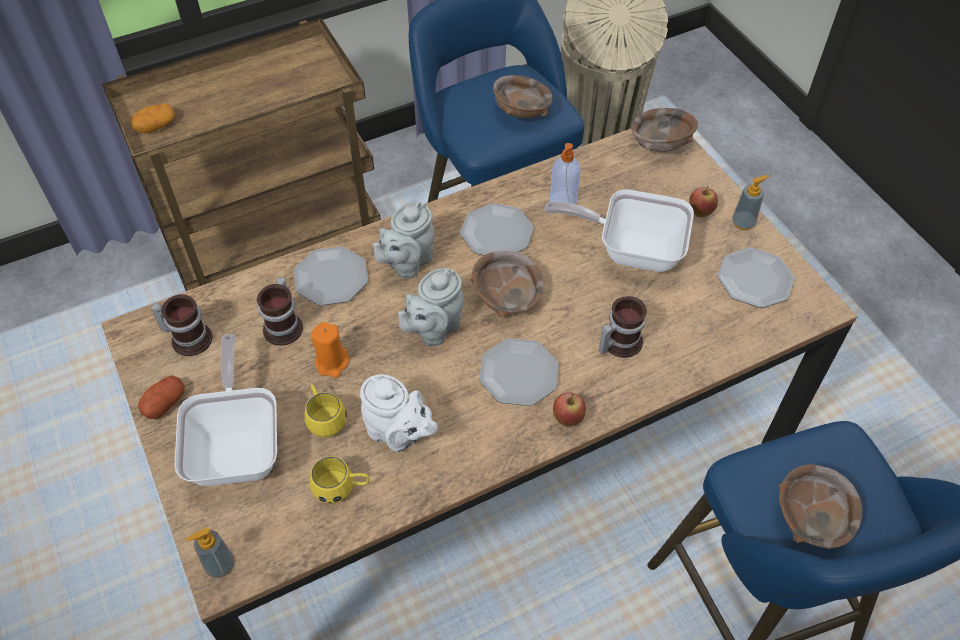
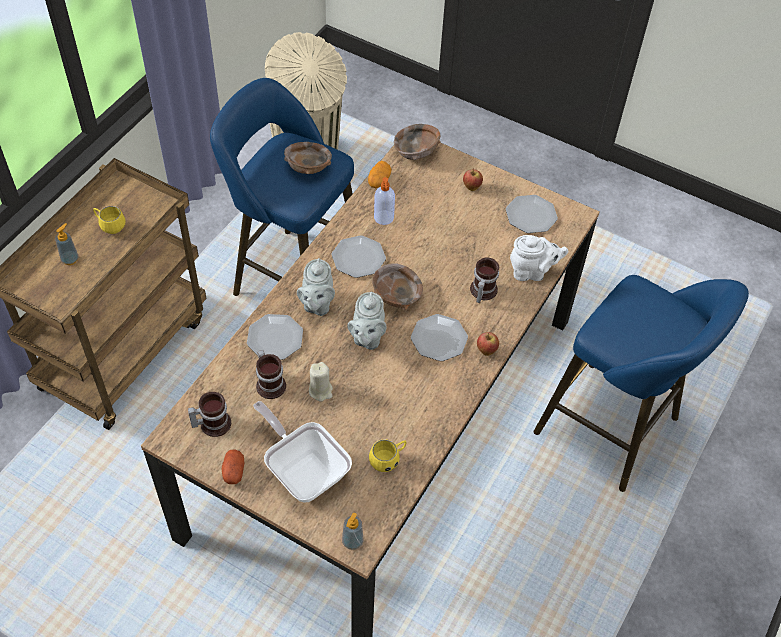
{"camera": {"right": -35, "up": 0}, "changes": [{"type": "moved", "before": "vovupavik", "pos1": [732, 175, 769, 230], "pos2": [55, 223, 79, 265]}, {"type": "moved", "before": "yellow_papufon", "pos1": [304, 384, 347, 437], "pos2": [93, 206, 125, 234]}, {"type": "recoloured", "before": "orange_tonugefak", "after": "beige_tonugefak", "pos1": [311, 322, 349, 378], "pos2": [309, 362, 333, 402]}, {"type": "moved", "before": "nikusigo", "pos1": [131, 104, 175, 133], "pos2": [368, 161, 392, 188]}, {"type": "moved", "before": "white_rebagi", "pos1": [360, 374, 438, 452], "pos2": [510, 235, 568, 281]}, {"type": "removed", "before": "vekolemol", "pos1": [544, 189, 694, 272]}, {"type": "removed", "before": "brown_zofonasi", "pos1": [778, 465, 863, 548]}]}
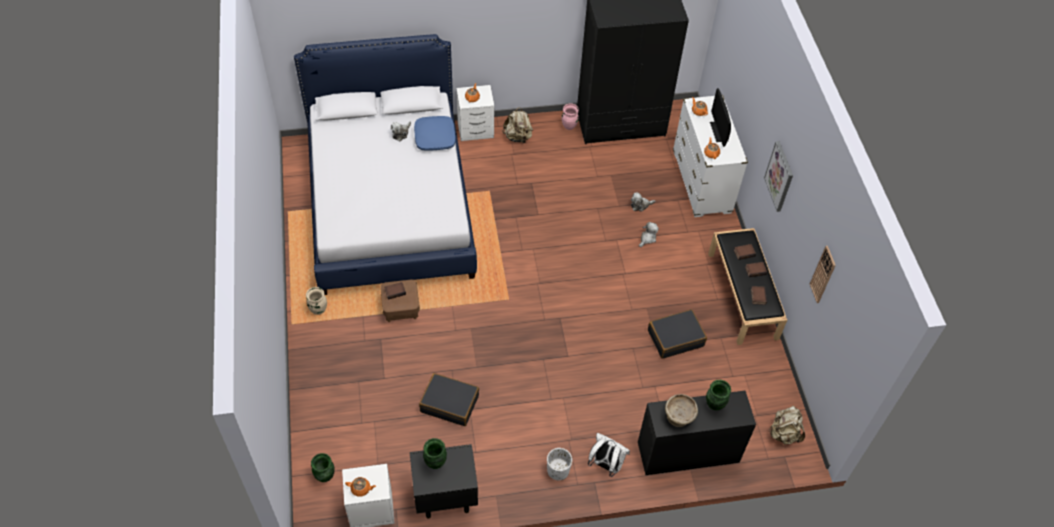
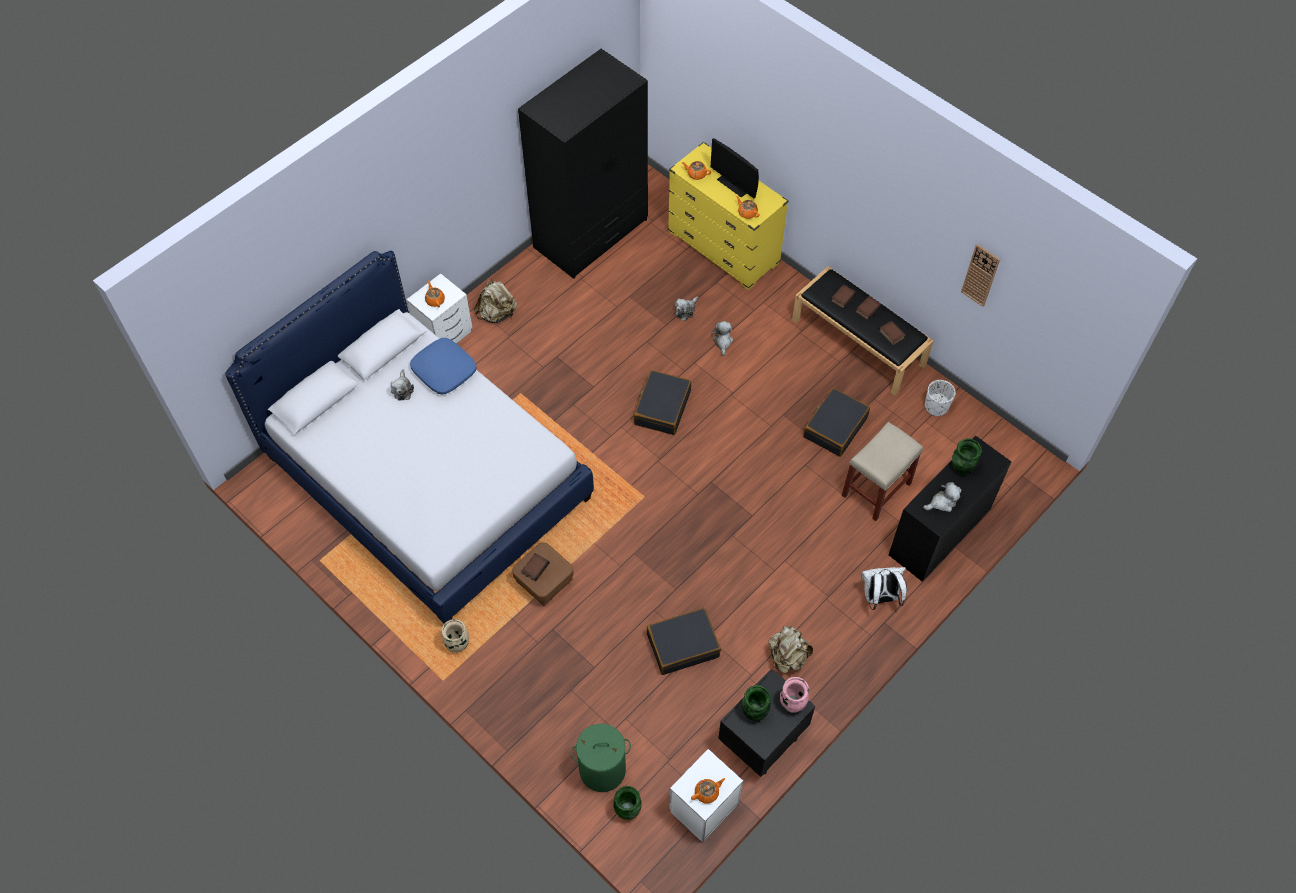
{"camera": {"right": -35, "up": 5}, "changes": [{"type": "added", "after": "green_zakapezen", "pos2": [570, 724, 631, 792]}, {"type": "added", "after": "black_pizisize", "pos2": [634, 370, 691, 435]}, {"type": "recoloured", "before": "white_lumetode", "after": "yellow_lumetode", "pos1": [673, 95, 748, 217], "pos2": [668, 142, 789, 290]}, {"type": "moved", "before": "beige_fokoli", "pos1": [769, 406, 805, 445], "pos2": [768, 626, 813, 673]}, {"type": "moved", "before": "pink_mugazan", "pos1": [561, 103, 579, 130], "pos2": [780, 677, 809, 713]}, {"type": "added", "after": "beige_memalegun", "pos2": [842, 422, 923, 521]}, {"type": "replaced", "before": "beige_zofonasi", "after": "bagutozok", "pos1": [665, 394, 698, 427], "pos2": [923, 482, 961, 512]}, {"type": "moved", "before": "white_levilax", "pos1": [547, 448, 572, 480], "pos2": [925, 380, 956, 416]}, {"type": "removed", "before": "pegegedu", "pos1": [764, 141, 793, 212]}]}
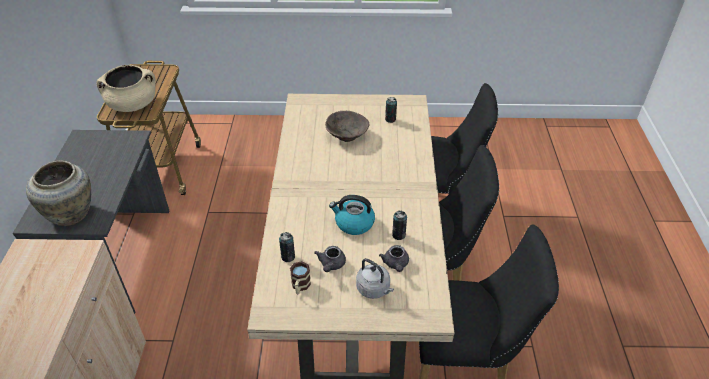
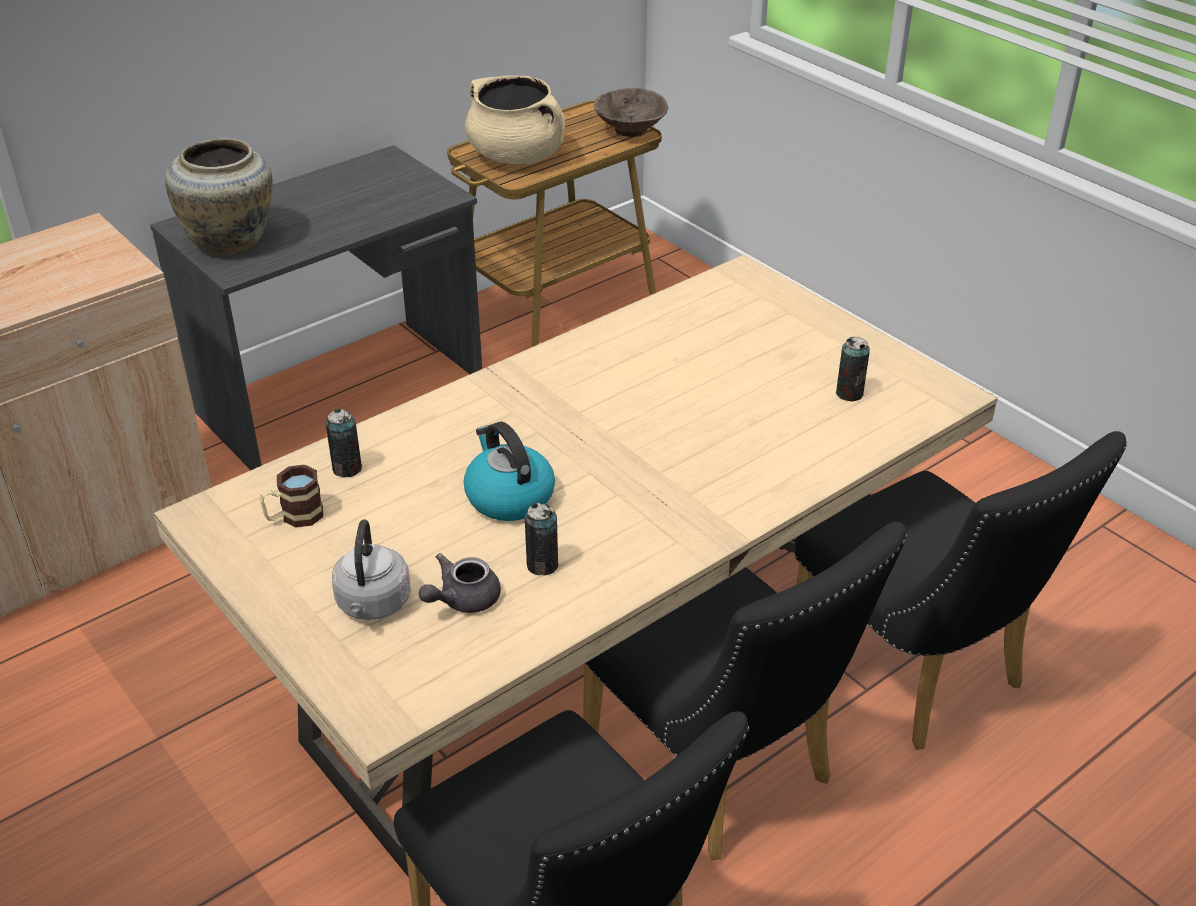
{"camera": {"right": 50, "up": -5}, "changes": [{"type": "moved", "before": "brown_zofonasi", "pos1": [325, 111, 369, 142], "pos2": [594, 88, 668, 137]}, {"type": "removed", "before": "grey_rebagi", "pos1": [314, 246, 346, 272]}]}
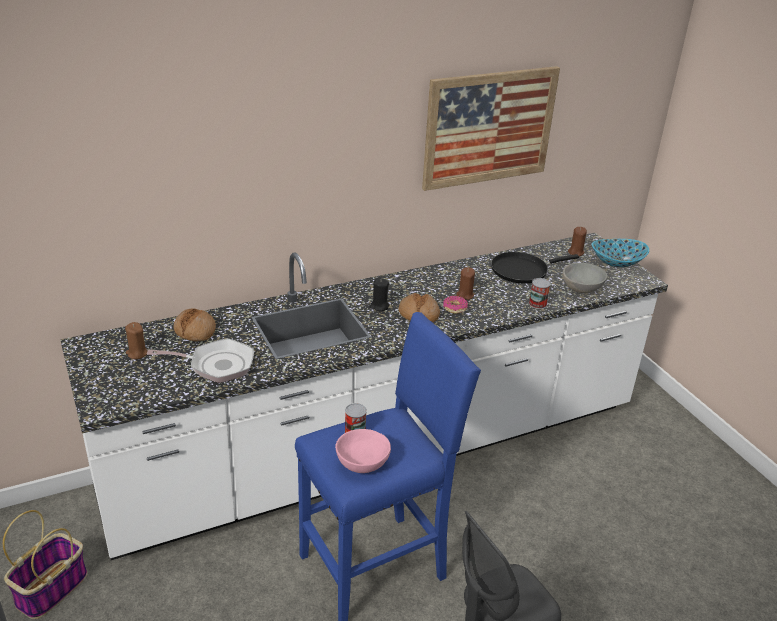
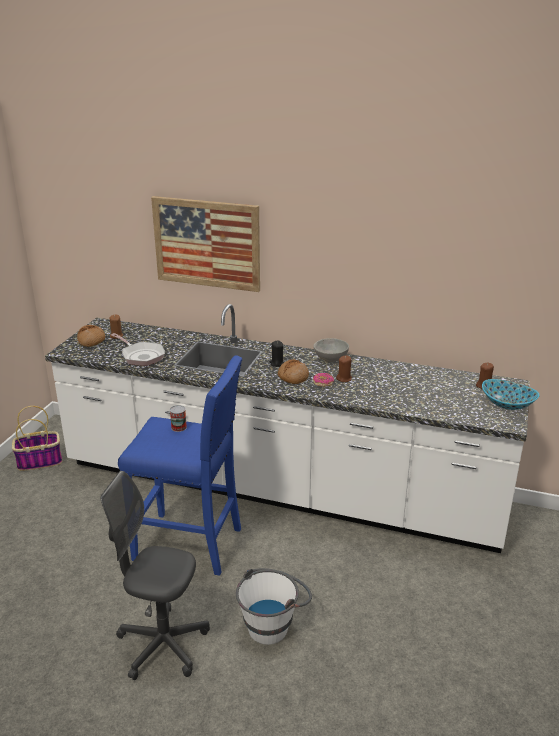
{"camera": {"right": 45, "up": -5}, "changes": [{"type": "moved", "before": "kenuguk", "pos1": [174, 308, 216, 341], "pos2": [77, 325, 105, 347]}, {"type": "moved", "before": "pegegedu", "pos1": [422, 66, 560, 191], "pos2": [151, 196, 260, 292]}, {"type": "added", "after": "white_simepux", "pos2": [236, 568, 312, 645]}, {"type": "moved", "before": "grey_zofonasi", "pos1": [562, 263, 607, 293], "pos2": [313, 338, 349, 362]}, {"type": "removed", "before": "pink_zofonasi", "pos1": [335, 429, 391, 473]}, {"type": "removed", "before": "black_vekolemol", "pos1": [491, 252, 579, 284]}, {"type": "removed", "before": "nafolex", "pos1": [529, 278, 551, 309]}]}
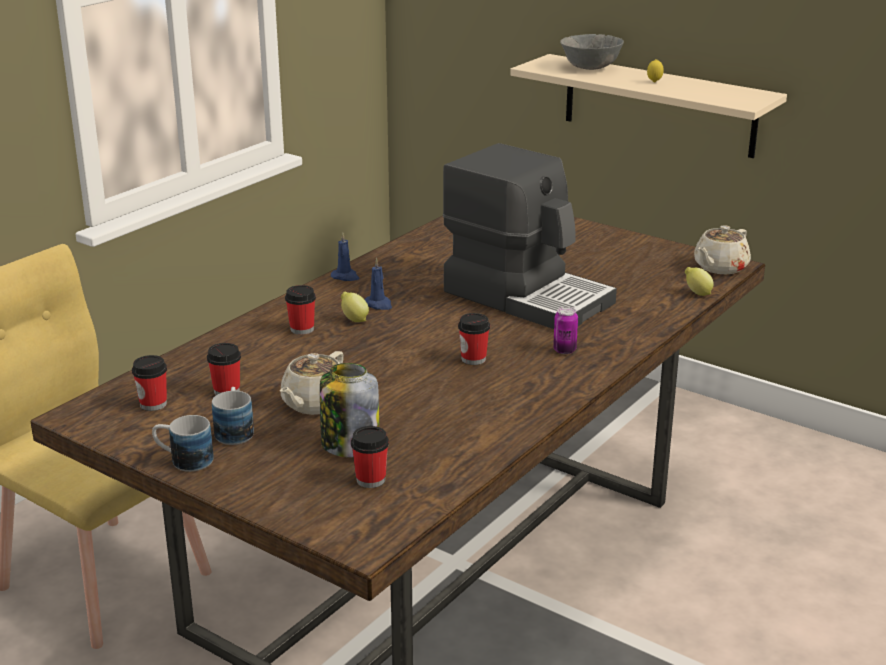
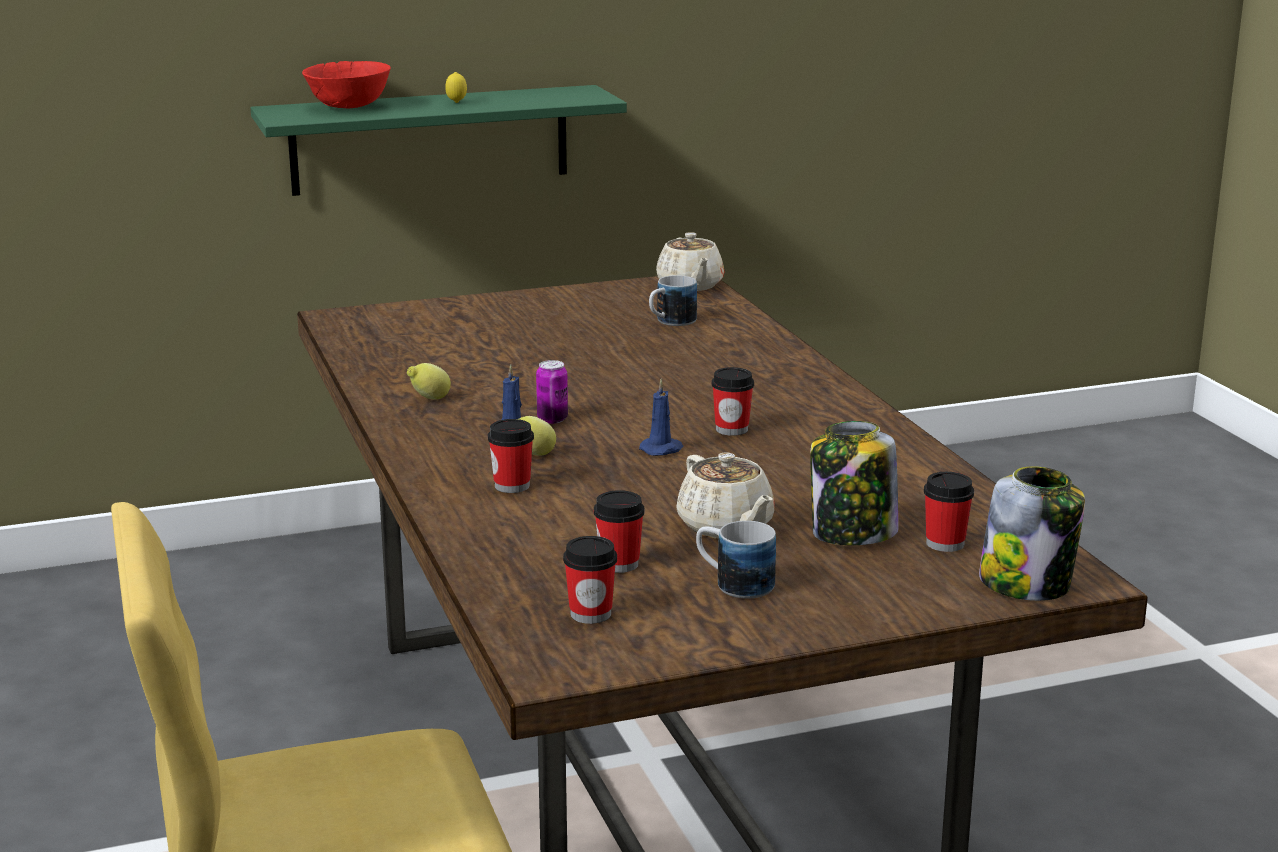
{"camera": {"right": -55, "up": -5}, "changes": [{"type": "recoloured", "before": "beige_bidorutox", "after": "green_bidorutox", "pos1": [510, 54, 787, 158], "pos2": [251, 85, 627, 196]}, {"type": "recoloured", "before": "grey_zofonasi", "after": "red_zofonasi", "pos1": [560, 34, 624, 70], "pos2": [302, 61, 391, 108]}, {"type": "moved", "before": "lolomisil", "pos1": [685, 267, 714, 296], "pos2": [407, 363, 451, 399]}, {"type": "moved", "before": "nafolex", "pos1": [553, 307, 578, 354], "pos2": [536, 360, 568, 424]}, {"type": "moved", "before": "blue_tonugefak", "pos1": [331, 232, 359, 281], "pos2": [639, 379, 683, 456]}, {"type": "moved", "before": "papufon", "pos1": [152, 415, 214, 472], "pos2": [649, 275, 697, 326]}, {"type": "added", "after": "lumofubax", "pos2": [979, 466, 1085, 601]}, {"type": "removed", "before": "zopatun", "pos1": [443, 143, 617, 329]}]}
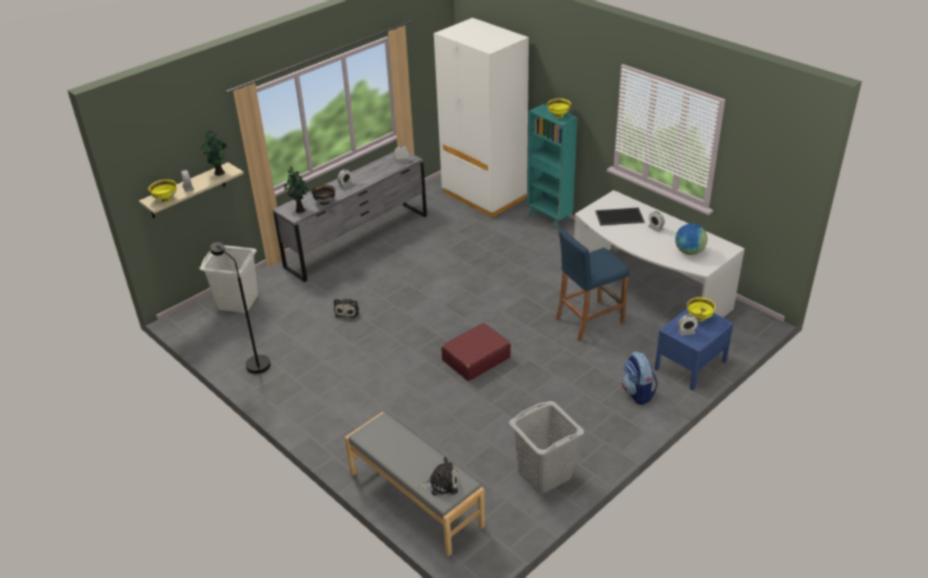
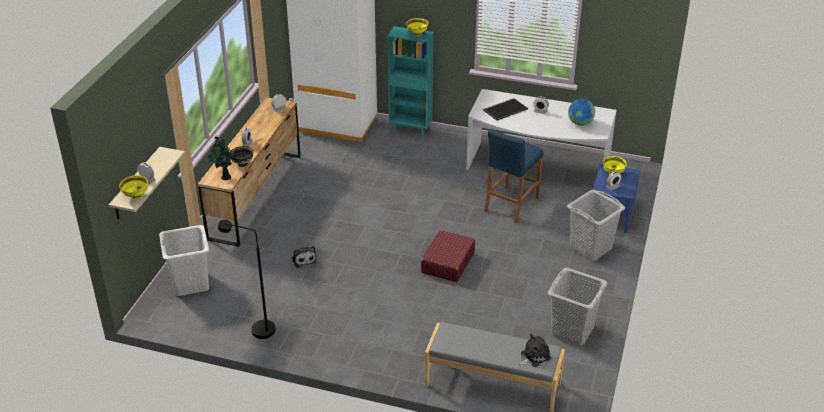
{"camera": {"right": -30, "up": 0}, "changes": [{"type": "recoloured", "before": "grey_lumetode", "after": "brown_lumetode", "pos1": [273, 152, 427, 282], "pos2": [198, 97, 301, 247]}, {"type": "replaced", "before": "fokoli", "after": "grey_zakapezen", "pos1": [622, 351, 658, 405], "pos2": [567, 190, 625, 261]}, {"type": "removed", "before": "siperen", "pos1": [200, 131, 228, 176]}]}
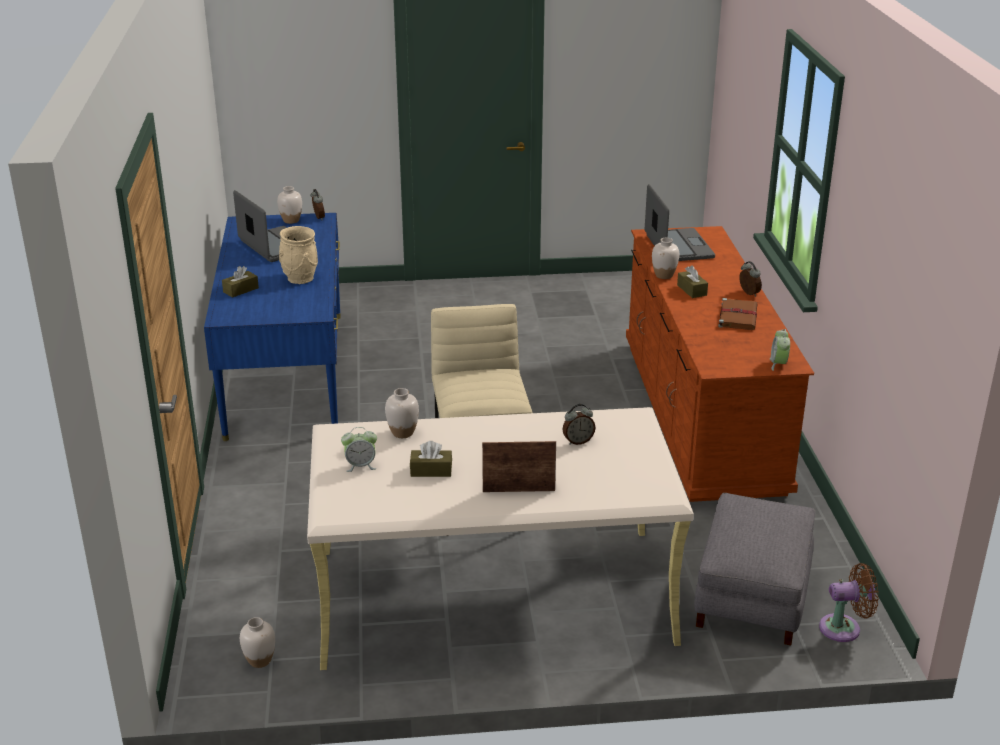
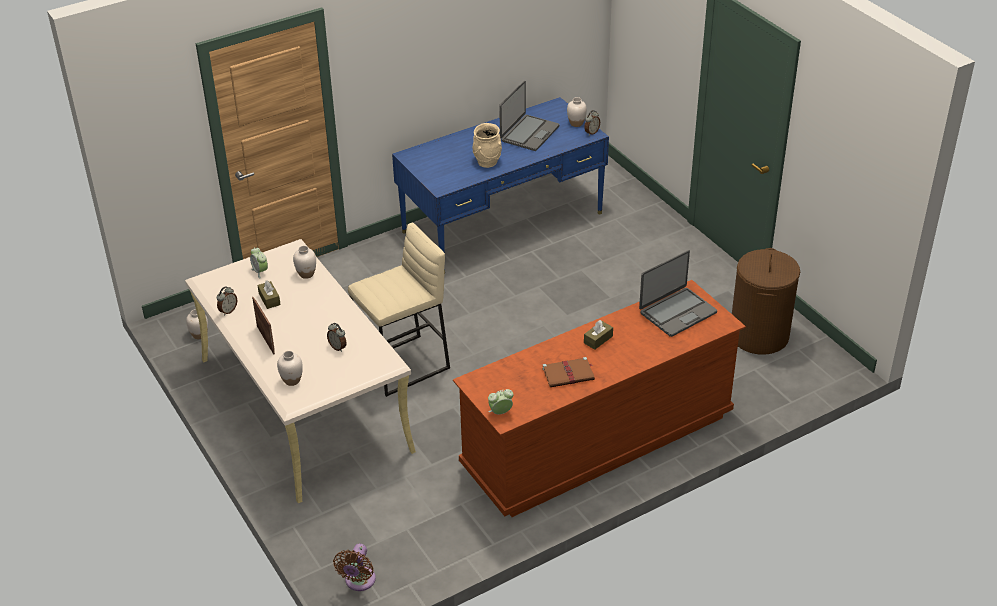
{"camera": {"right": 65, "up": 10}, "changes": [{"type": "moved", "before": "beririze", "pos1": [739, 261, 762, 297], "pos2": [217, 287, 237, 315]}, {"type": "moved", "before": "white_mugazan", "pos1": [652, 238, 679, 279], "pos2": [277, 351, 303, 386]}, {"type": "turned", "before": "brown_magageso", "pos1": [819, 563, 879, 642], "pos2": [333, 544, 376, 591], "turn": 45}, {"type": "added", "after": "brown_zakapezen", "pos2": [732, 248, 800, 355]}, {"type": "removed", "before": "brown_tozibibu", "pos1": [222, 266, 259, 298]}, {"type": "removed", "before": "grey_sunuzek", "pos1": [694, 493, 815, 645]}]}
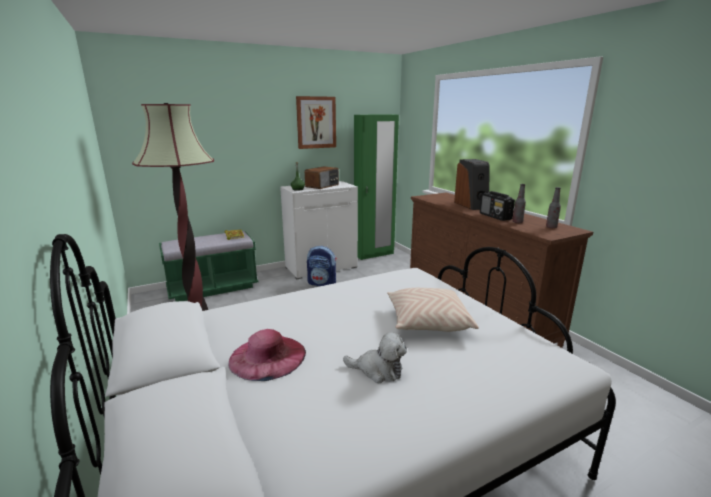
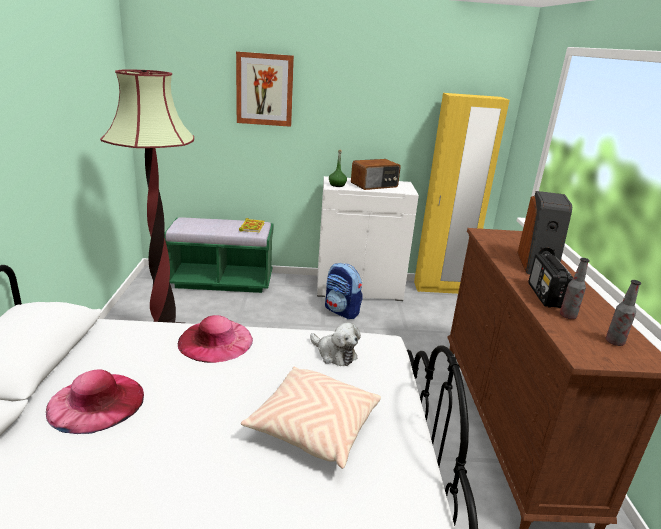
{"camera": {"right": 25, "up": 5}, "changes": [{"type": "added", "after": "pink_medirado", "pos2": [178, 315, 253, 363]}, {"type": "moved", "before": "pegegedu", "pos1": [296, 96, 336, 149], "pos2": [236, 52, 294, 127]}, {"type": "moved", "before": "bagutozok", "pos1": [343, 332, 407, 383], "pos2": [310, 323, 361, 366]}, {"type": "recoloured", "before": "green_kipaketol", "after": "yellow_kipaketol", "pos1": [354, 114, 399, 260], "pos2": [414, 93, 510, 294]}]}
